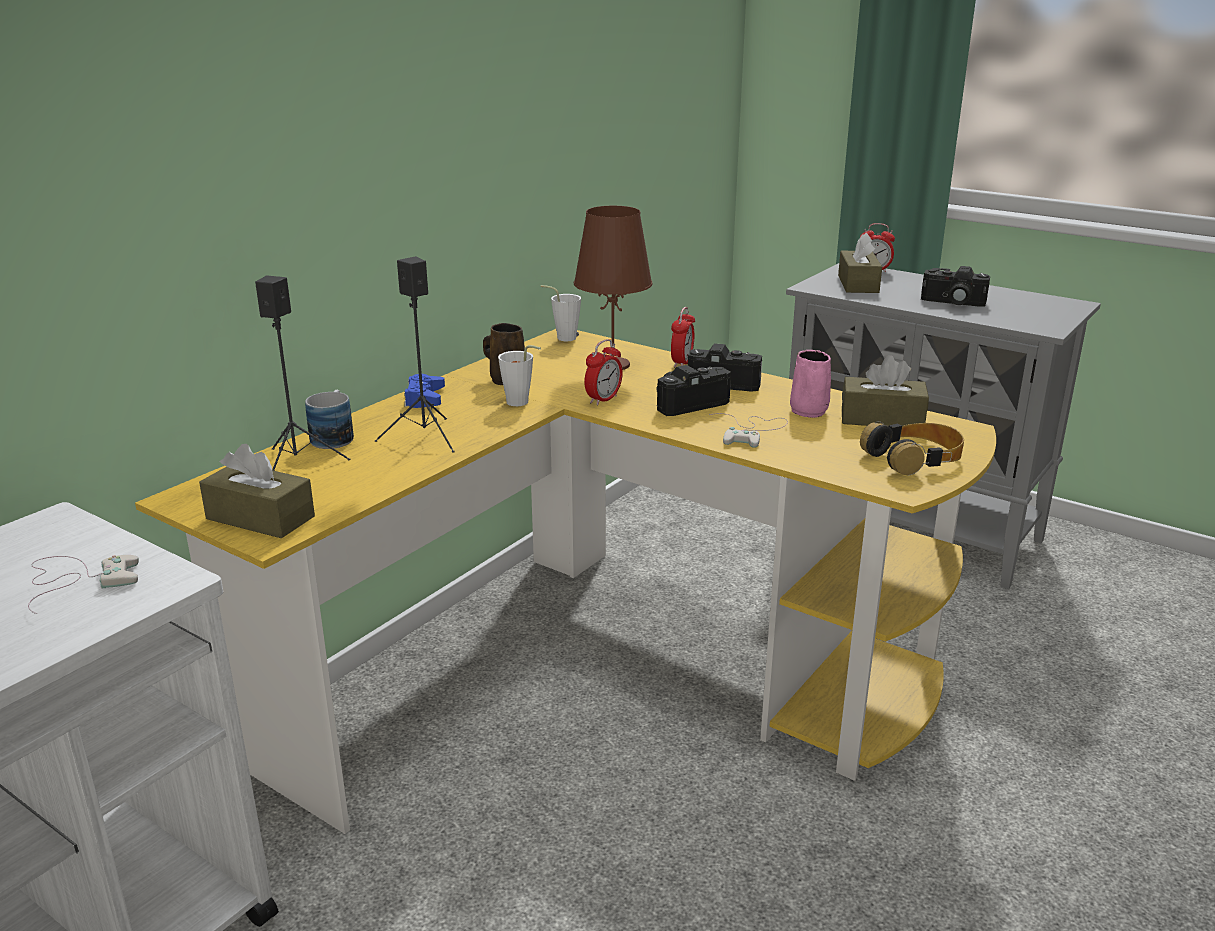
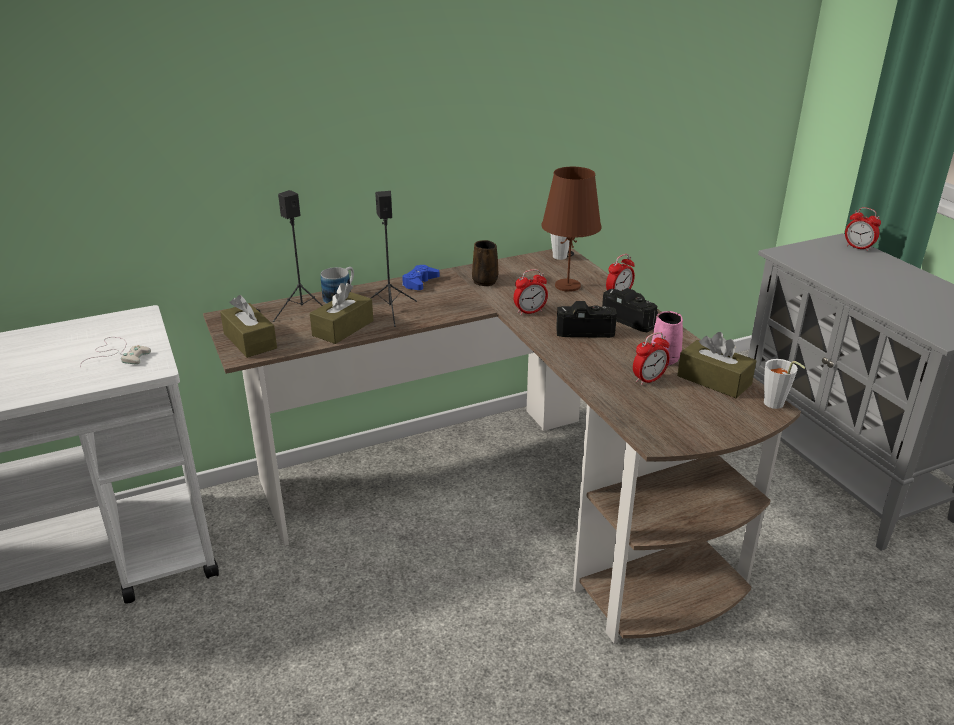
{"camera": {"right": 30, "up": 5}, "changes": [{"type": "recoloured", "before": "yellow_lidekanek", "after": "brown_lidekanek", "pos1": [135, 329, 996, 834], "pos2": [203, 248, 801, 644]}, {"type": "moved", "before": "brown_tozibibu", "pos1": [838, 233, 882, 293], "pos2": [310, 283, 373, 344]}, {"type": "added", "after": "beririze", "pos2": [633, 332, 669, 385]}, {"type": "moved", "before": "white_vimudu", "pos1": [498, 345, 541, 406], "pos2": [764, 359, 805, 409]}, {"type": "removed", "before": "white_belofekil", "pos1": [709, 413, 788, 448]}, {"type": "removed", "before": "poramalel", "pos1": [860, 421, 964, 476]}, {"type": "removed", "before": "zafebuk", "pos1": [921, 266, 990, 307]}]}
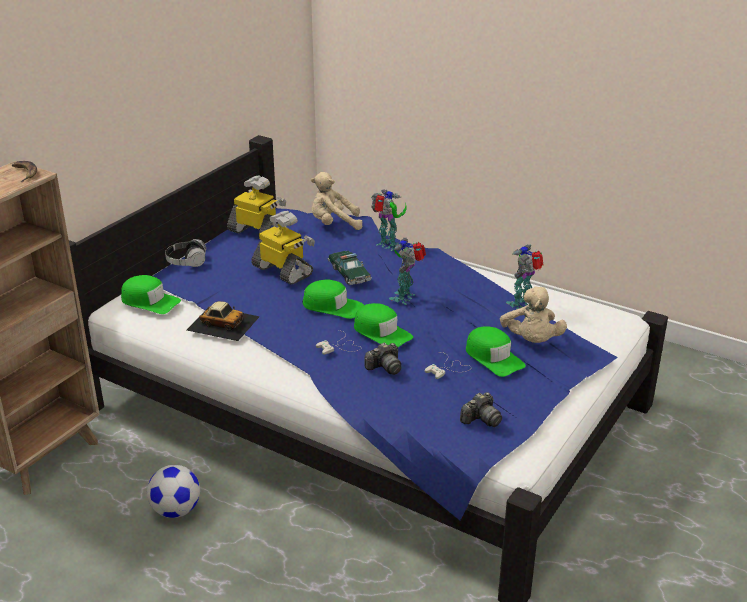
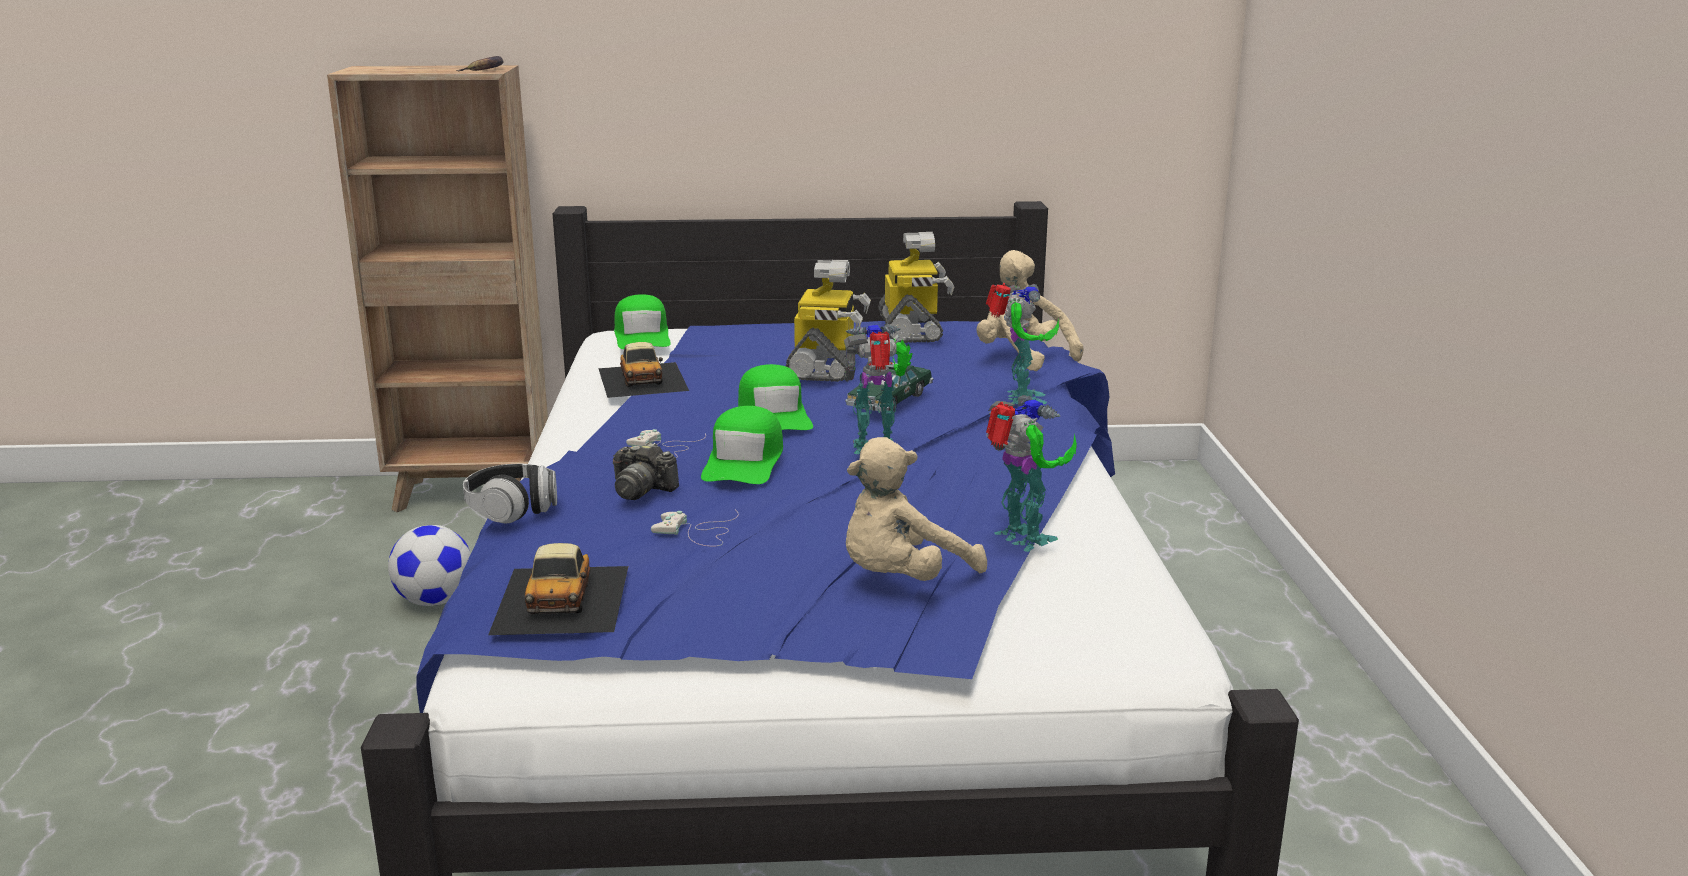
{"camera": {"right": 55, "up": -10}, "changes": [{"type": "moved", "before": "poramalel", "pos1": [165, 239, 206, 267], "pos2": [463, 464, 557, 523]}, {"type": "replaced", "before": "zafebuk", "after": "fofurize", "pos1": [460, 392, 502, 427], "pos2": [488, 543, 628, 635]}, {"type": "turned", "before": "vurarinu", "pos1": [506, 245, 543, 309], "pos2": [986, 395, 1077, 552], "turn": 45}, {"type": "removed", "before": "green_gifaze", "pos1": [466, 326, 526, 377]}]}
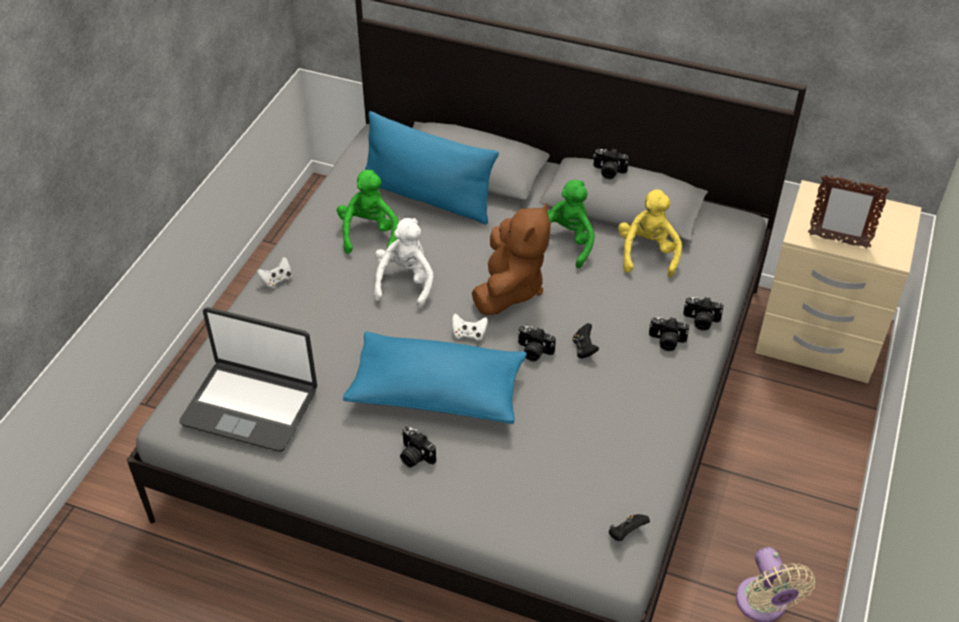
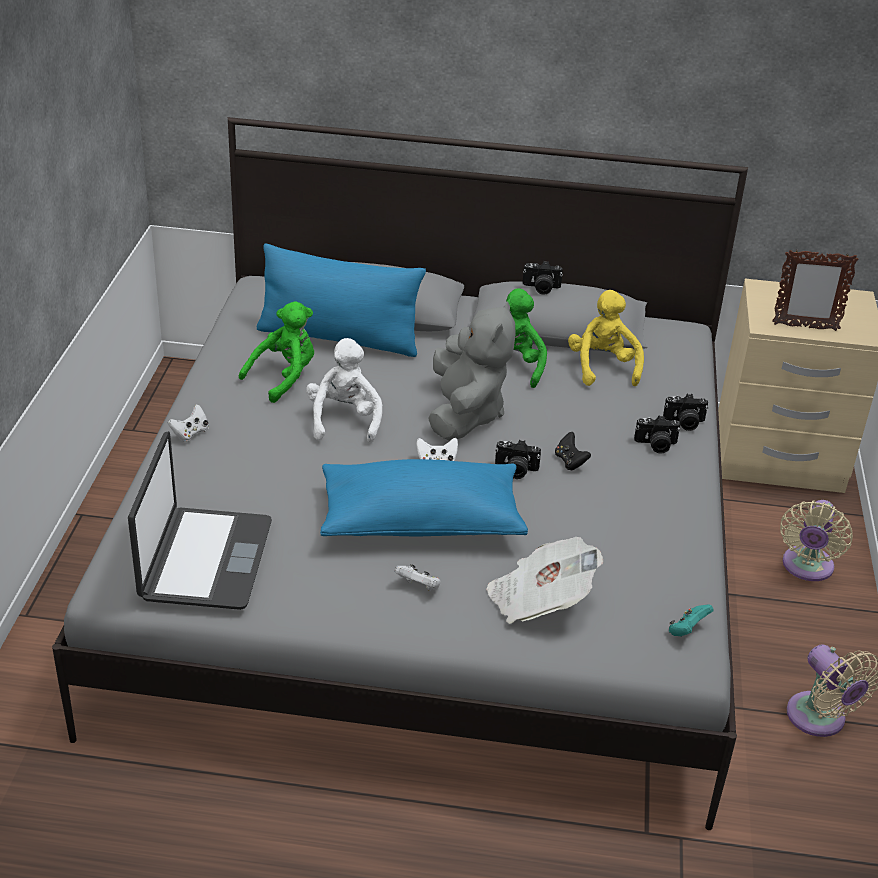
{"camera": {"right": -15, "up": -10}, "changes": [{"type": "turned", "before": "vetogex", "pos1": [179, 307, 317, 452], "pos2": [128, 431, 272, 610], "turn": -90}, {"type": "turned", "before": "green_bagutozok", "pos1": [337, 170, 399, 254], "pos2": [239, 301, 314, 403], "turn": 60}, {"type": "replaced", "before": "zafebuk", "after": "white_belofekil", "pos1": [400, 427, 436, 468], "pos2": [395, 564, 441, 591]}, {"type": "recoloured", "before": "brown_bagutozok", "after": "grey_bagutozok", "pos1": [472, 203, 551, 315], "pos2": [428, 301, 515, 441]}, {"type": "added", "after": "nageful", "pos2": [486, 537, 603, 624]}, {"type": "recoloured", "before": "black_belofekil", "after": "turquoise_belofekil", "pos1": [609, 514, 650, 541], "pos2": [669, 604, 714, 636]}, {"type": "added", "after": "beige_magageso", "pos2": [780, 500, 853, 581]}]}
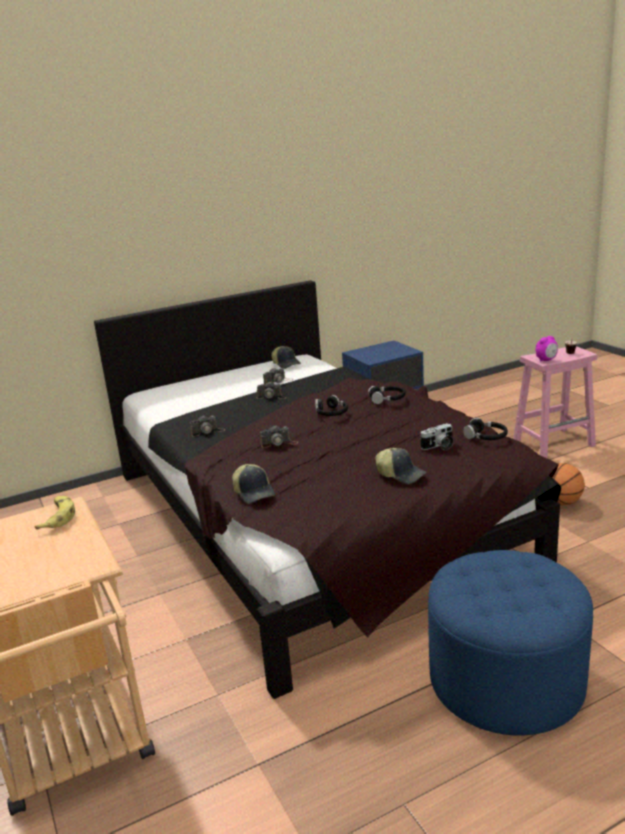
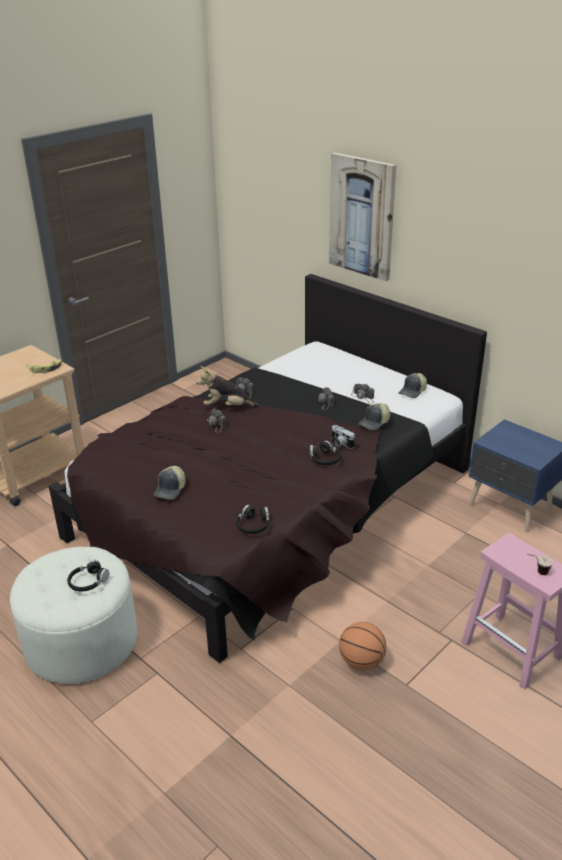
{"camera": {"right": 70, "up": 10}, "changes": [{"type": "recoloured", "before": "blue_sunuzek", "after": "white_sunuzek", "pos1": [428, 550, 593, 736], "pos2": [10, 547, 137, 684]}, {"type": "moved", "before": "black_poramalel", "pos1": [315, 395, 348, 416], "pos2": [67, 560, 109, 591]}, {"type": "added", "after": "bagutozok", "pos2": [196, 366, 260, 407]}, {"type": "added", "after": "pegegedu", "pos2": [329, 152, 396, 281]}, {"type": "moved", "before": "zafebuk", "pos1": [420, 423, 453, 450], "pos2": [332, 425, 355, 449]}, {"type": "moved", "before": "gifaze", "pos1": [232, 464, 275, 504], "pos2": [358, 403, 390, 431]}, {"type": "removed", "before": "beririze", "pos1": [536, 336, 558, 362]}]}
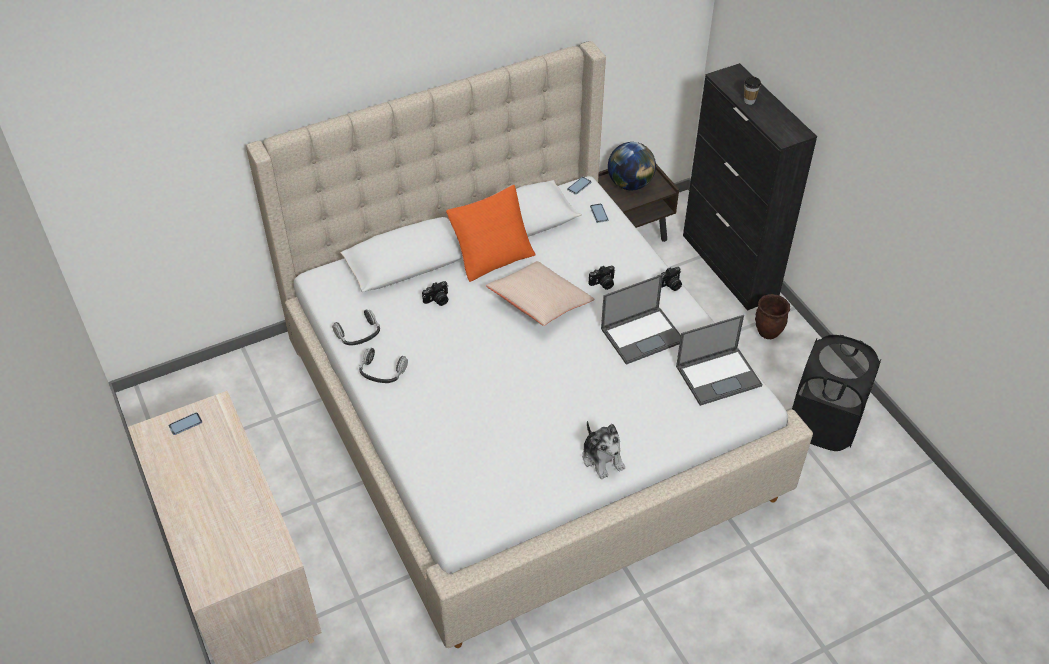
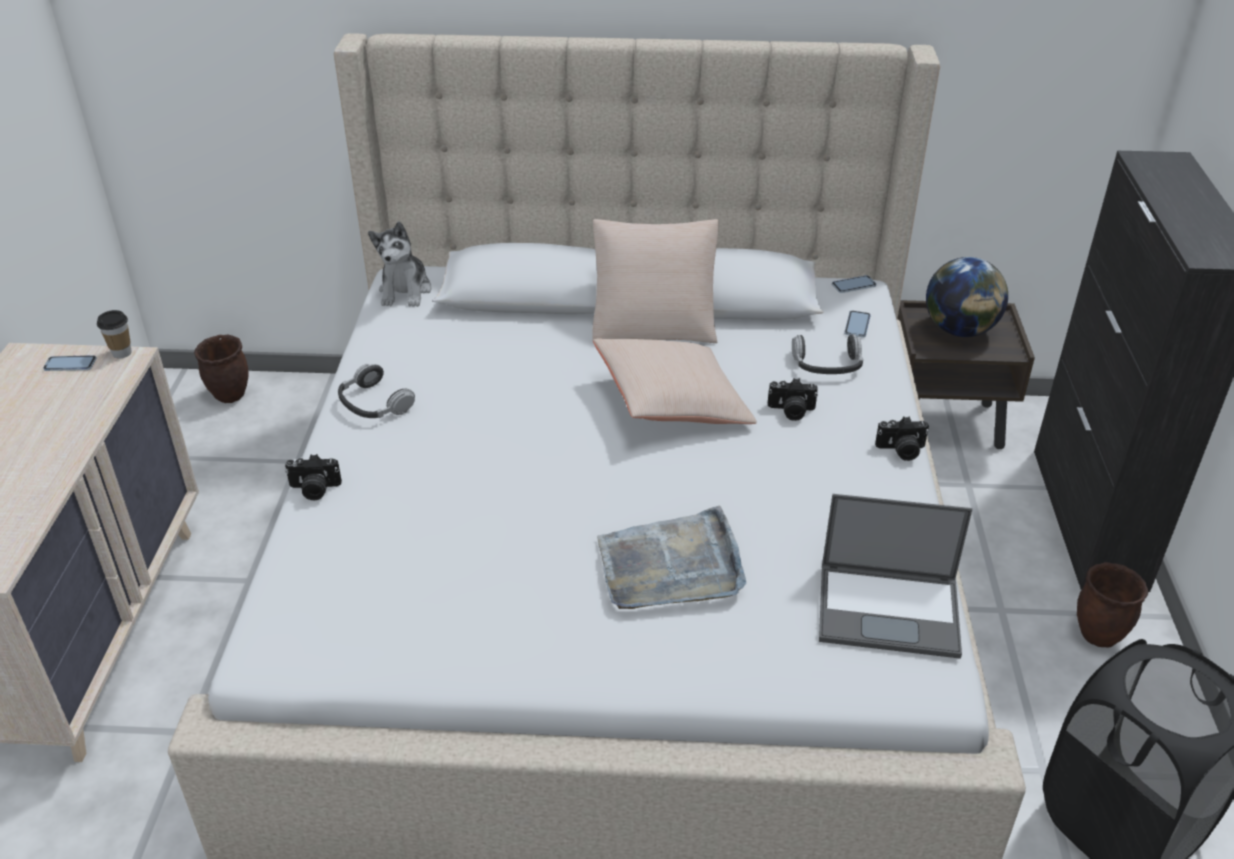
{"camera": {"right": 30, "up": -10}, "changes": [{"type": "moved", "before": "vimudu", "pos1": [744, 77, 761, 105], "pos2": [97, 310, 132, 359]}, {"type": "added", "after": "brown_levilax", "pos2": [194, 334, 249, 403]}, {"type": "moved", "before": "zafebuk", "pos1": [422, 281, 448, 306], "pos2": [285, 454, 342, 500]}, {"type": "moved", "before": "bagutozok", "pos1": [582, 421, 625, 479], "pos2": [368, 221, 432, 307]}, {"type": "recoloured", "before": "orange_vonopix", "after": "beige_vonopix", "pos1": [446, 185, 536, 282], "pos2": [593, 219, 719, 343]}, {"type": "added", "after": "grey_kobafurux", "pos2": [597, 505, 746, 609]}, {"type": "moved", "before": "poramalel", "pos1": [332, 309, 380, 345], "pos2": [792, 334, 863, 374]}, {"type": "removed", "before": "vetogex", "pos1": [601, 274, 681, 365]}]}
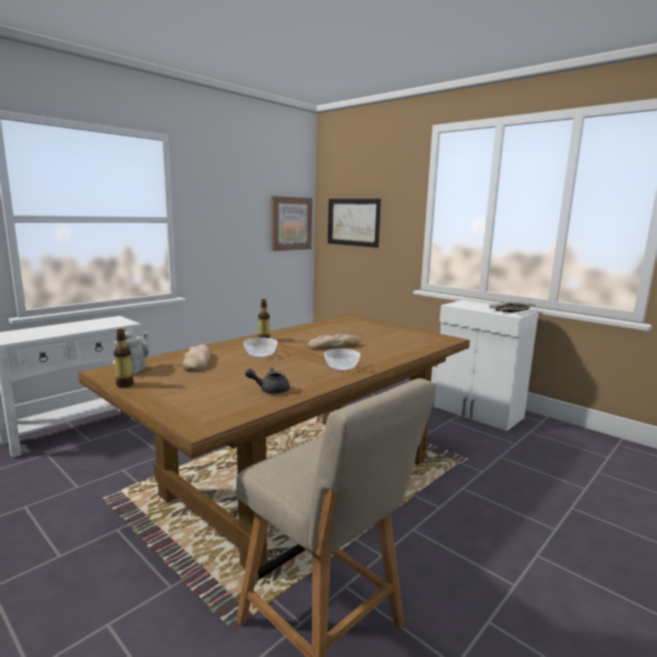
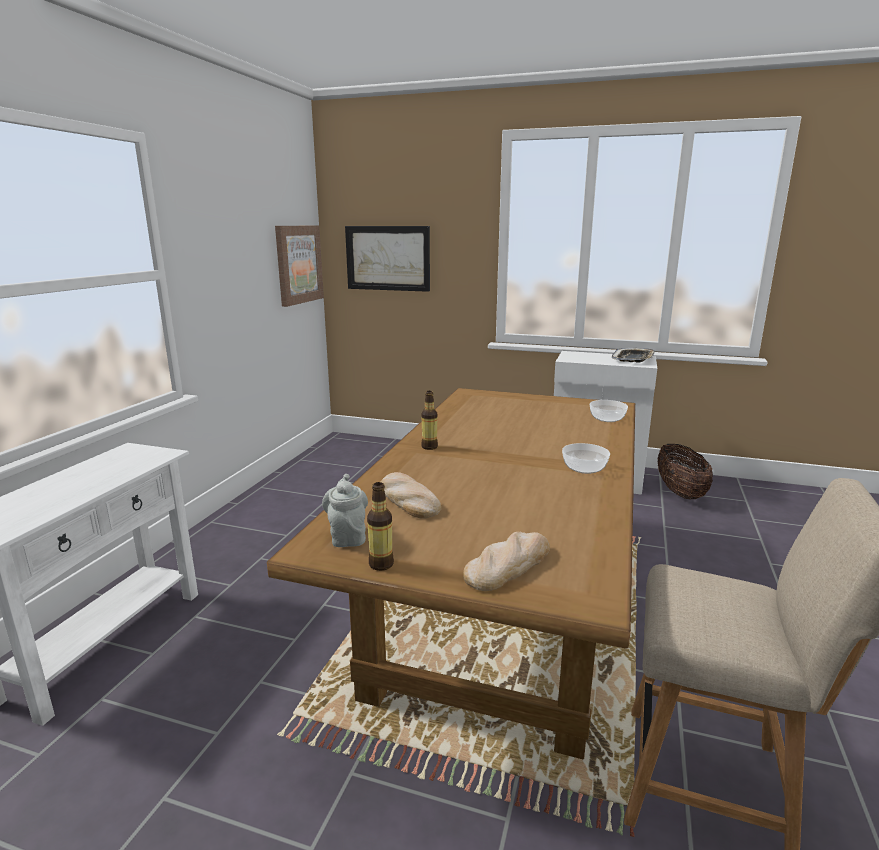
{"camera": {"right": -25, "up": 5}, "changes": [{"type": "moved", "before": "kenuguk", "pos1": [308, 333, 361, 350], "pos2": [463, 532, 550, 591]}, {"type": "moved", "before": "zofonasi", "pos1": [243, 338, 278, 358], "pos2": [590, 400, 628, 422]}, {"type": "added", "after": "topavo", "pos2": [657, 444, 713, 499]}, {"type": "removed", "before": "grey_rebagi", "pos1": [245, 367, 290, 394]}]}
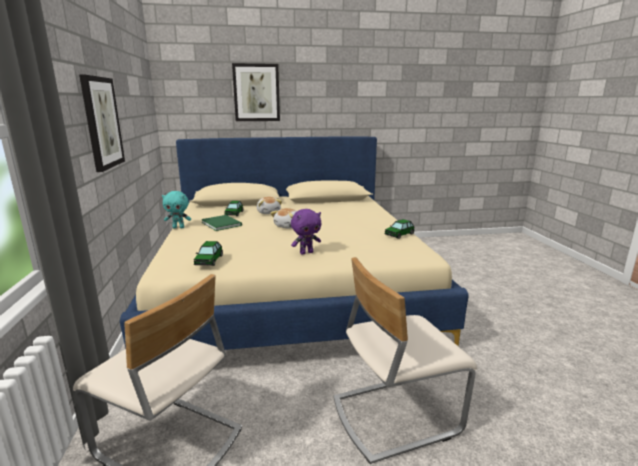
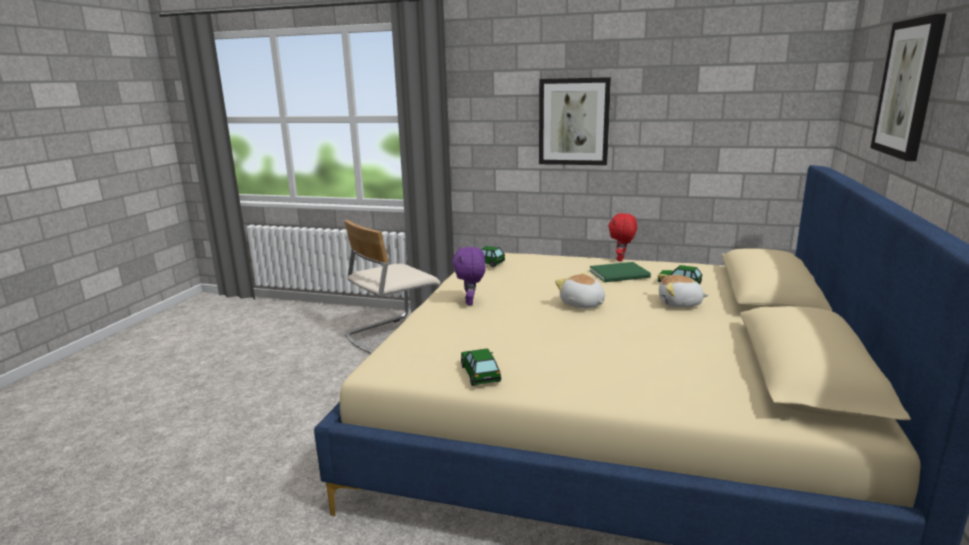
{"camera": {"right": 115, "up": 0}, "changes": [{"type": "recoloured", "before": "turquoise_bagutozok", "after": "red_bagutozok", "pos1": [162, 191, 191, 229], "pos2": [608, 213, 637, 261]}, {"type": "removed", "before": "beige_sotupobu", "pos1": [334, 257, 477, 464]}]}
